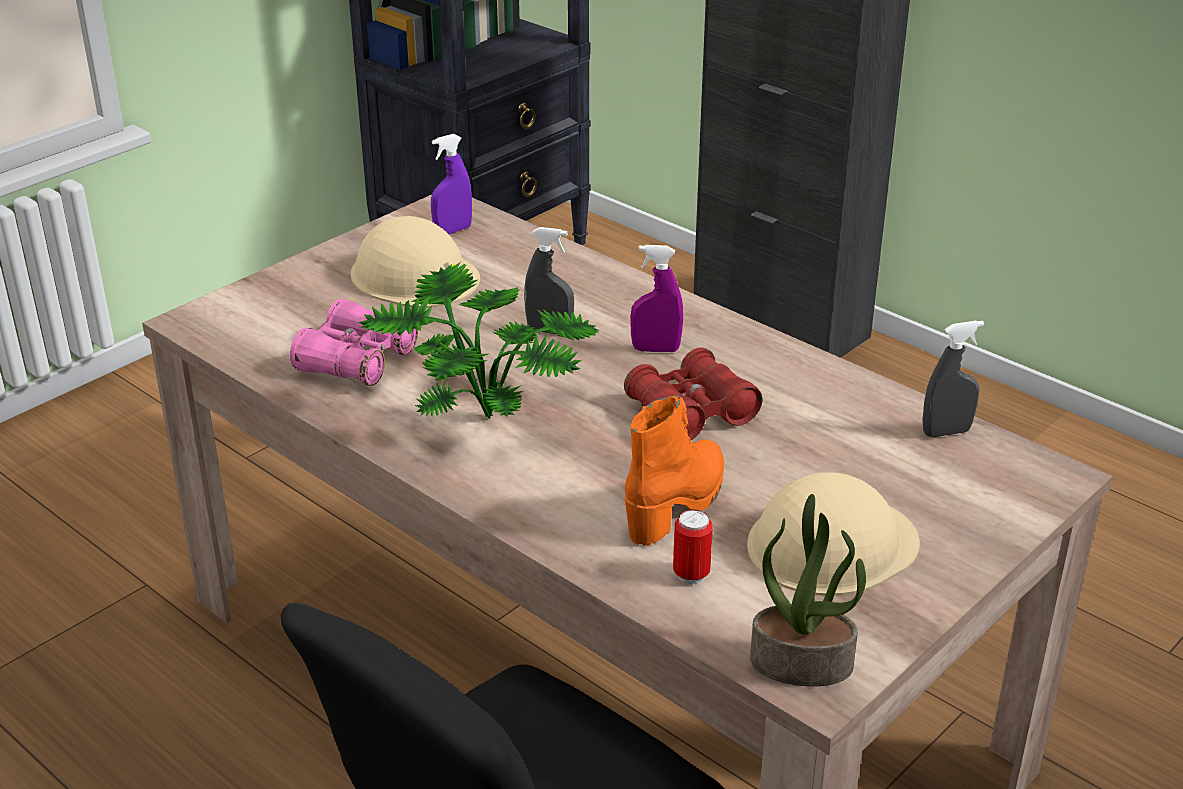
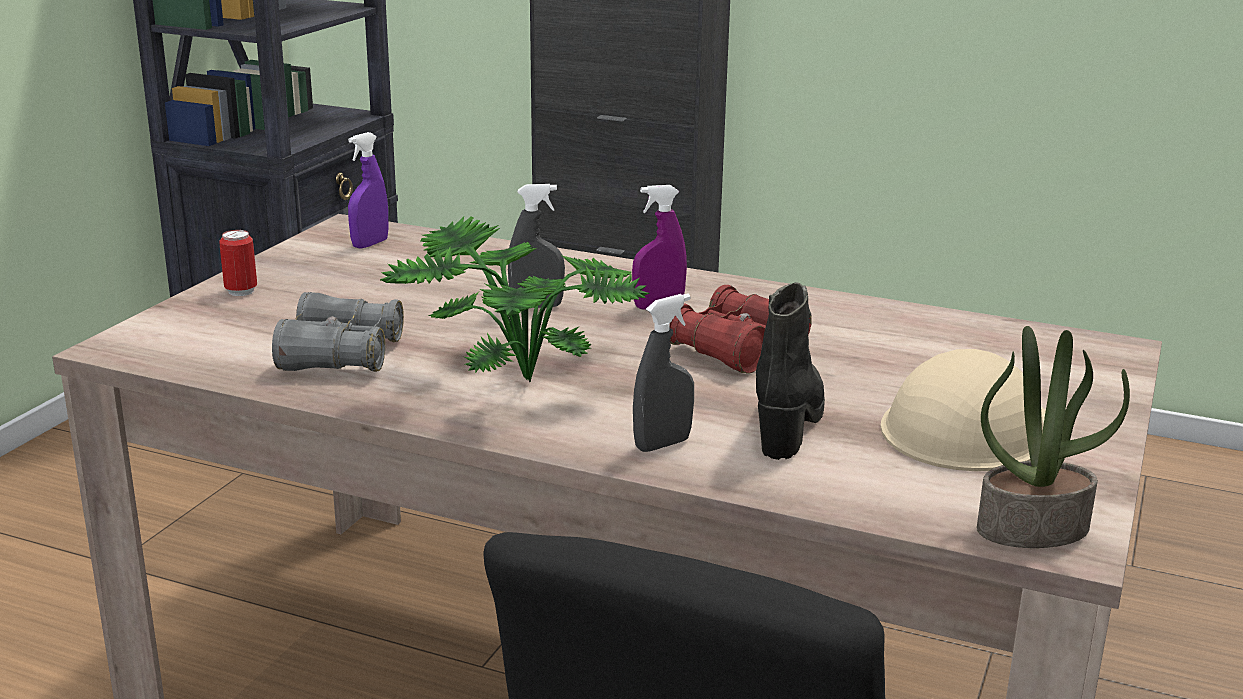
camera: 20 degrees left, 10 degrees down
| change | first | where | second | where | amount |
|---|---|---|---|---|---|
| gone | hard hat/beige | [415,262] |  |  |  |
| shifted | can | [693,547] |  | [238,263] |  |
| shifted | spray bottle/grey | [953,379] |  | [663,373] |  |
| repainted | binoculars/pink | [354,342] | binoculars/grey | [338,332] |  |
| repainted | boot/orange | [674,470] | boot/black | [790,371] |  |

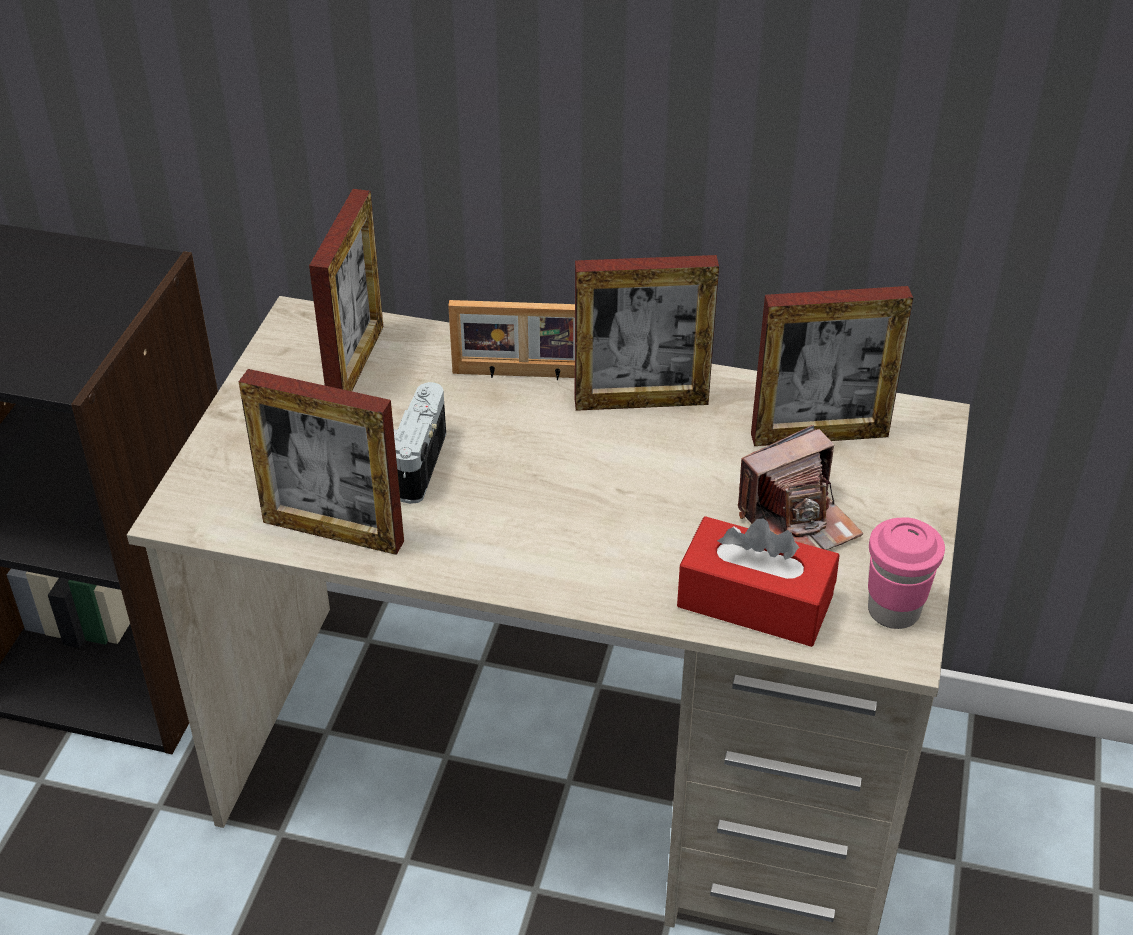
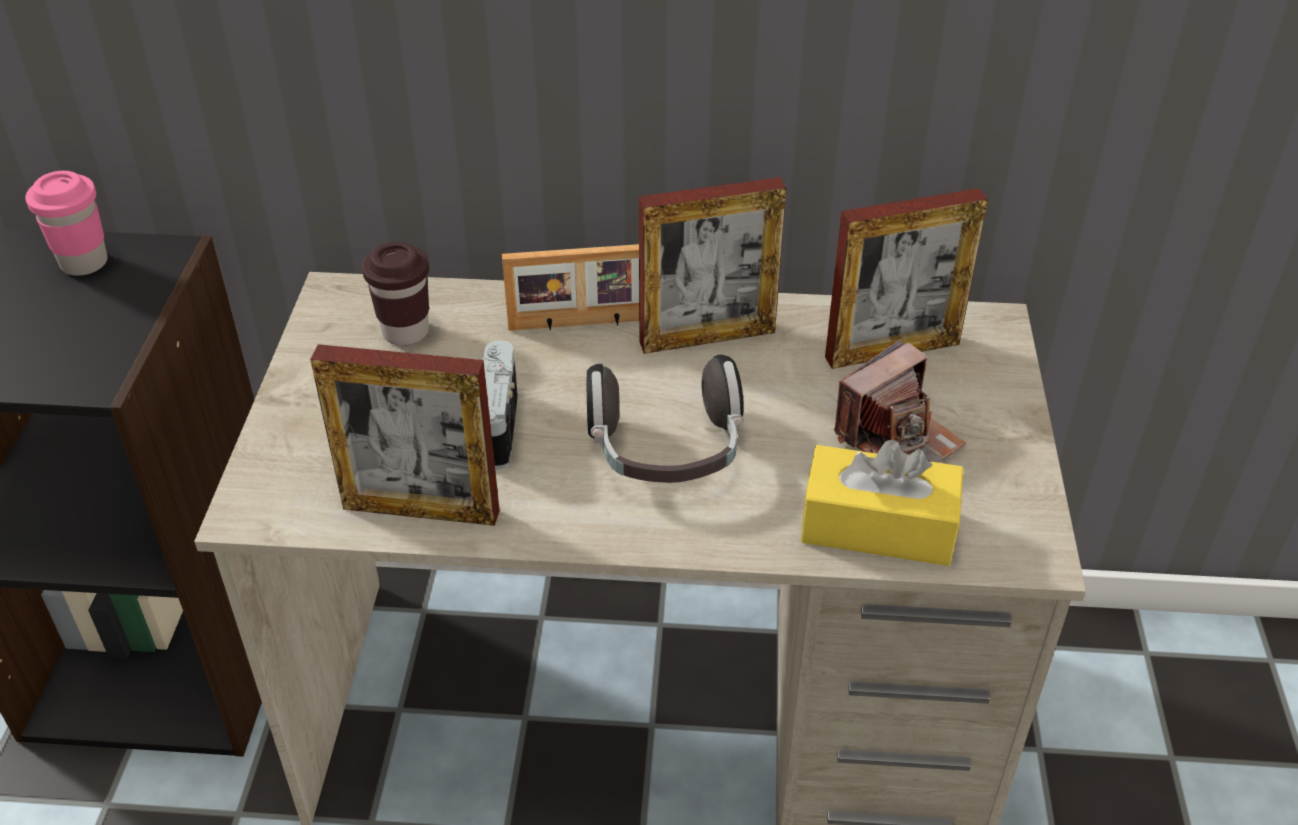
camera: 10 degrees left, 0 degrees up
| change | first | where | second | where | amount |
|---|---|---|---|---|---|
| new |  |  | headphones | [665,418] |  |
| shifted | cup/pink | [906,573] |  | [66,223] |  |
| swapped | picture frame | [346,290] | cup/brown | [395,294] |  |
| repainted | tissue box/red | [758,581] | tissue box/yellow | [882,503] |  |

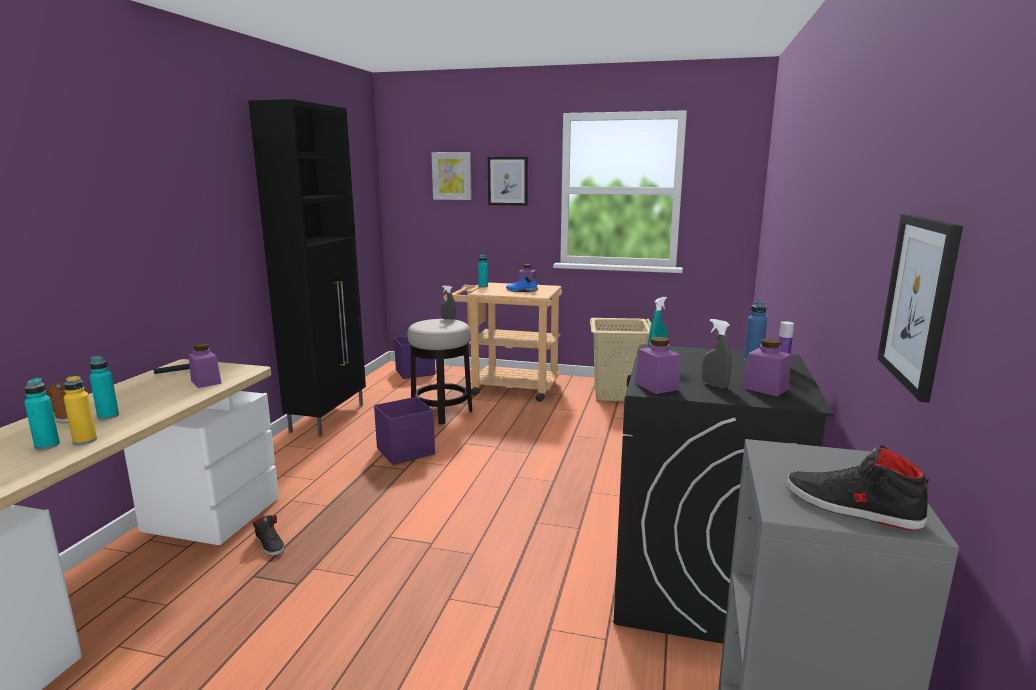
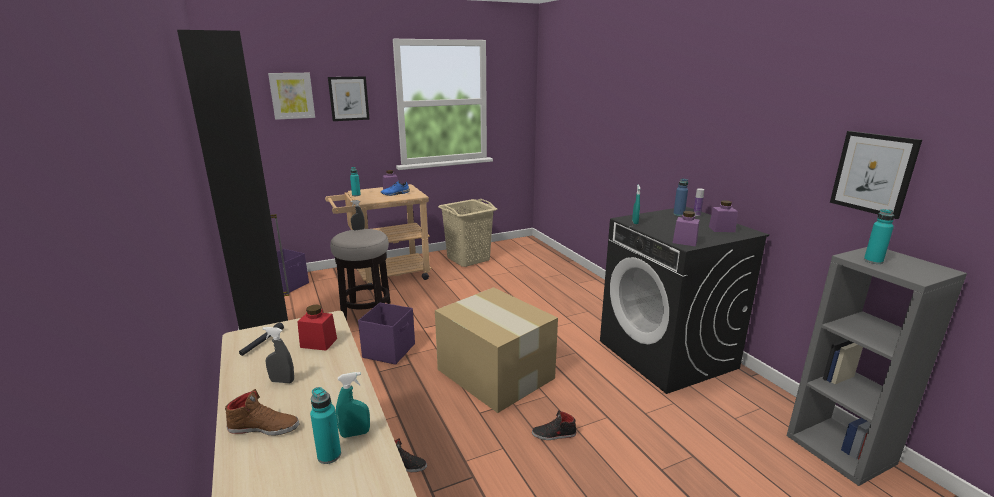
camera: 40 degrees left, 5 degrees up
| change | first | where | second | where | amount |
|---|---|---|---|---|---|
| new |  |  | cardboard box | [496,350] |  |
| shifted | bottle/turquoise | [104,388] |  | [879,236] |  |
| shifted | spray bottle/grey | [717,353] |  | [278,355] |  |
| shifted | shoe/black | [857,488] |  | [554,425] |  |
| swapped | bottle/yellow | [80,410] | spray bottle/turquoise | [353,405] |  |
| repainted | jar/purple | [205,365] | jar/red | [317,327] |  |

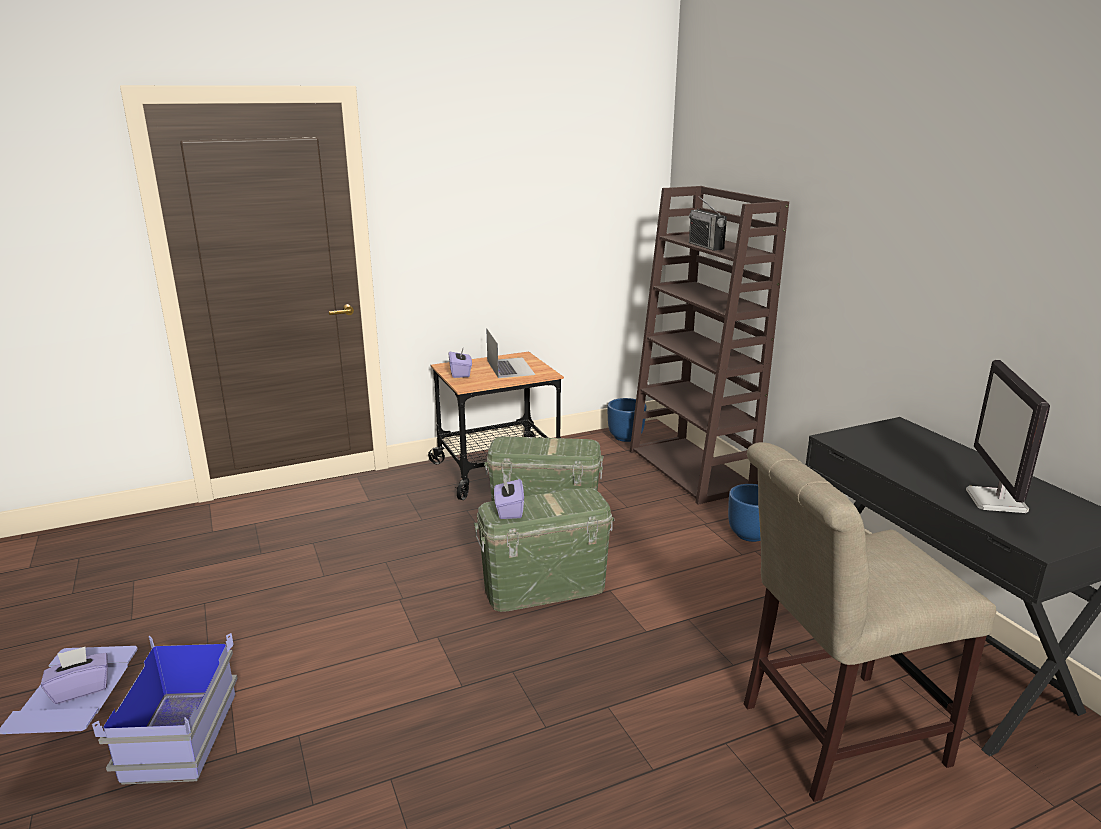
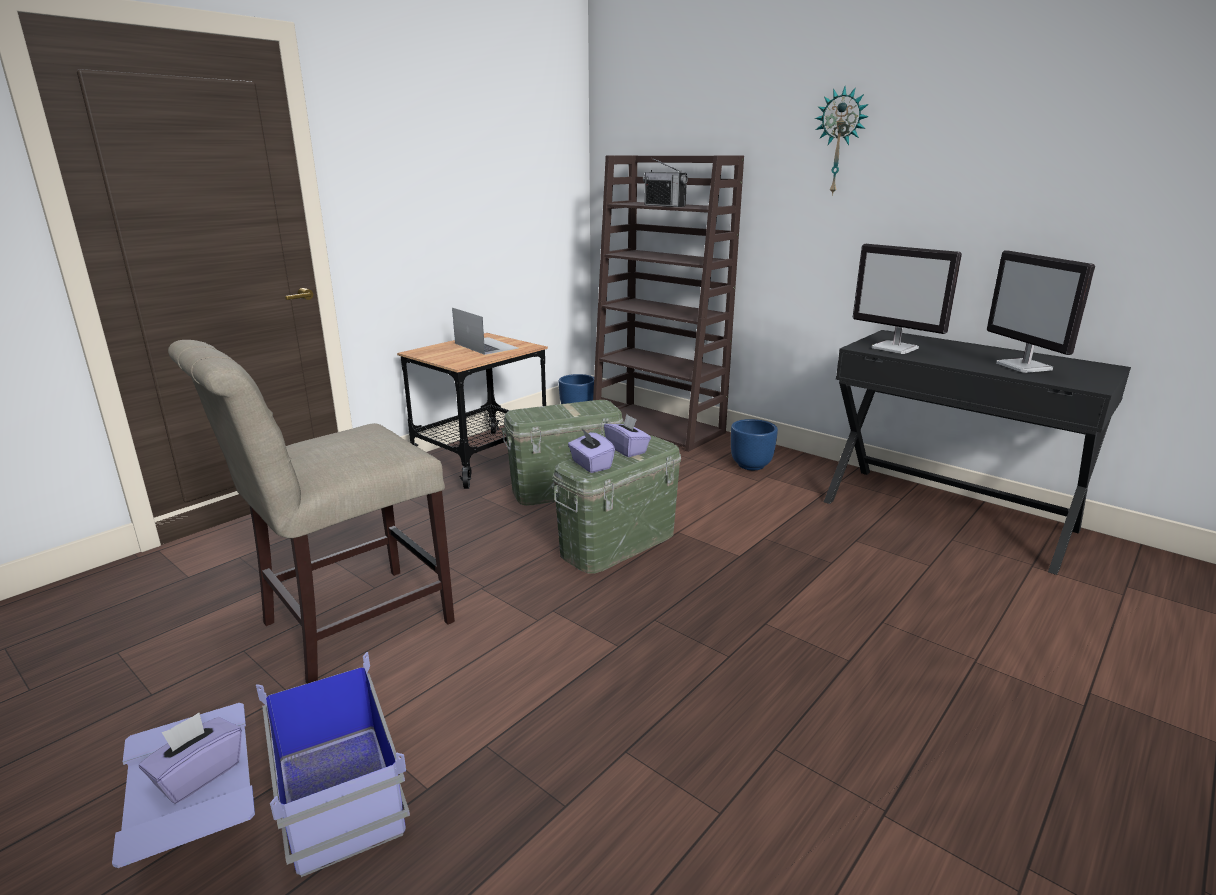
camera: 25 degrees left, 0 degrees up
| change | first | where | second | where | amount |
|---|---|---|---|---|---|
| new |  |  | wall clock | [842,141] |  |
| new |  |  | monitor | [907,299] |  |
| shifted | tissue box/purple | [460,363] |  | [627,435] |  |
| shifted | chair/beige | [870,622] |  | [311,512] |  |

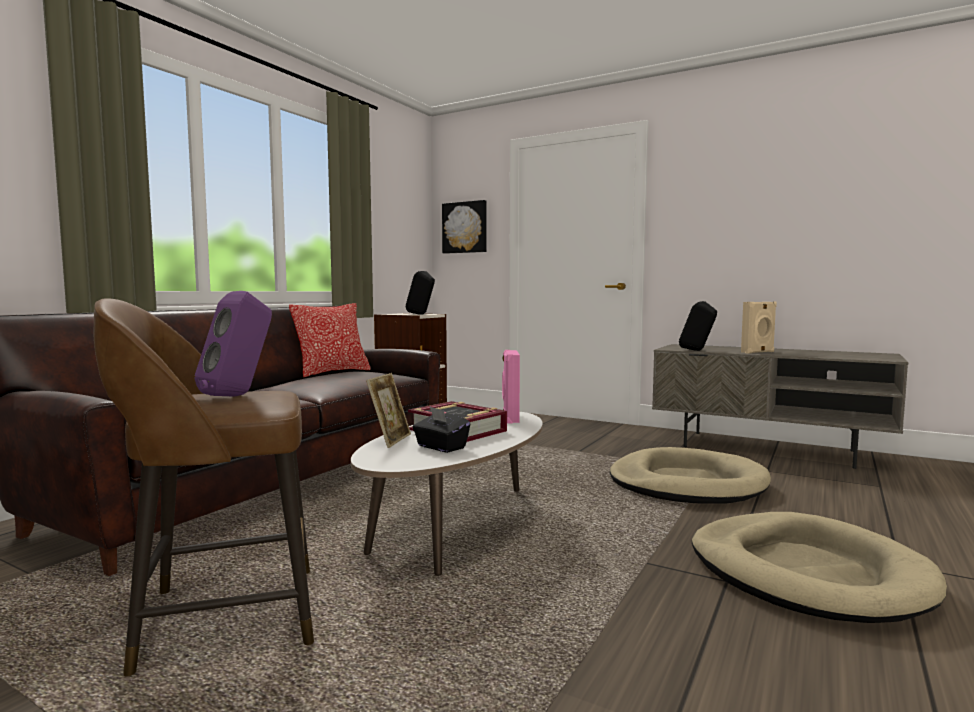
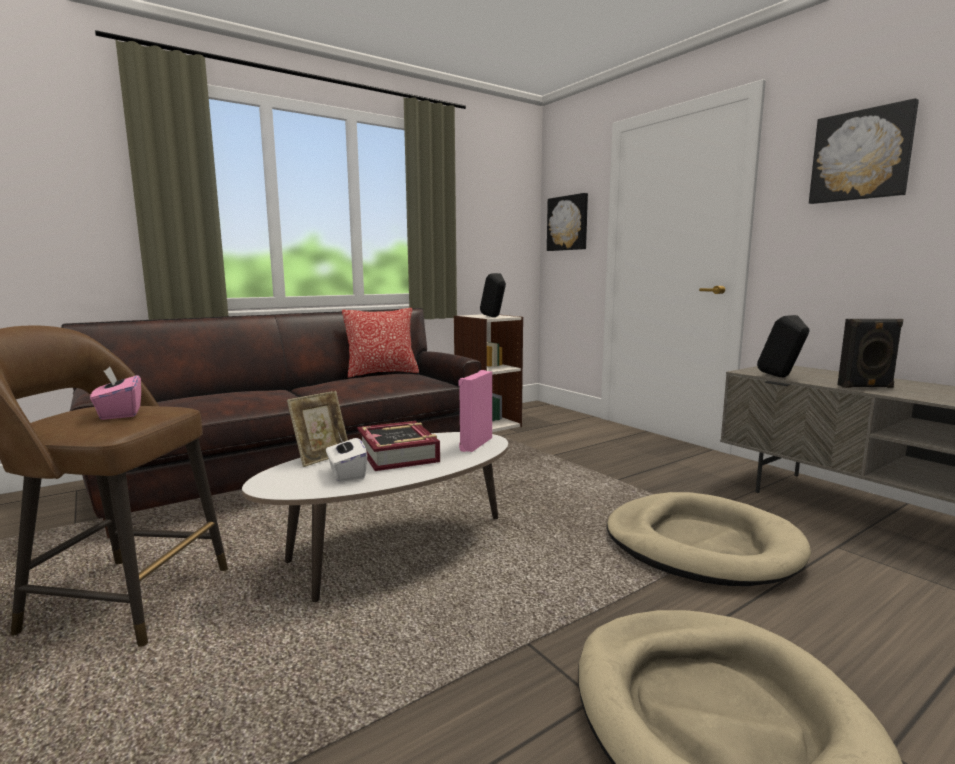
camera: 25 degrees right, 5 degrees up
| change | first | where | second | where | amount |
|---|---|---|---|---|---|
| new |  |  | picture | [864,151] |  |
| swapped | speaker/purple | [233,344] | tissue box/pink | [115,393] |  |
| repainted | tissue box/black | [441,429] | tissue box/white | [346,457] |  |
| repainted | speaker/beige | [759,327] | speaker/black | [870,353] |  |

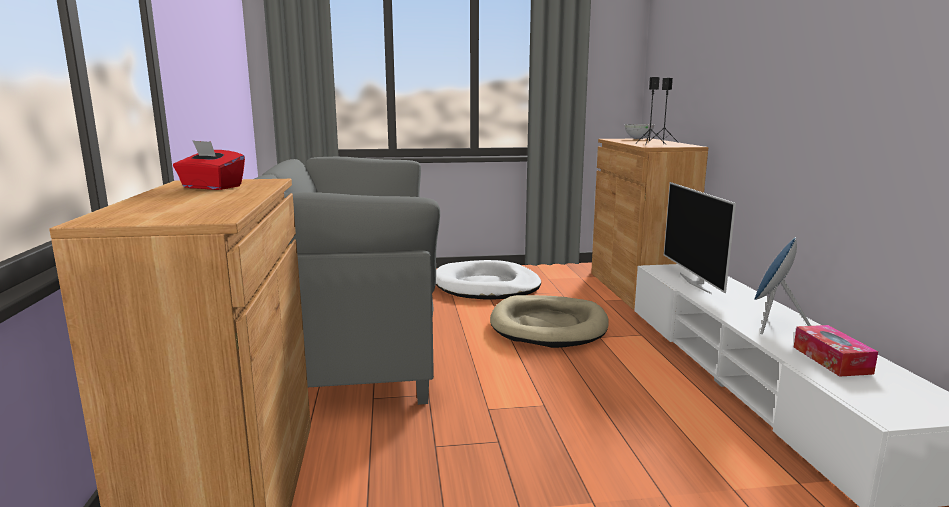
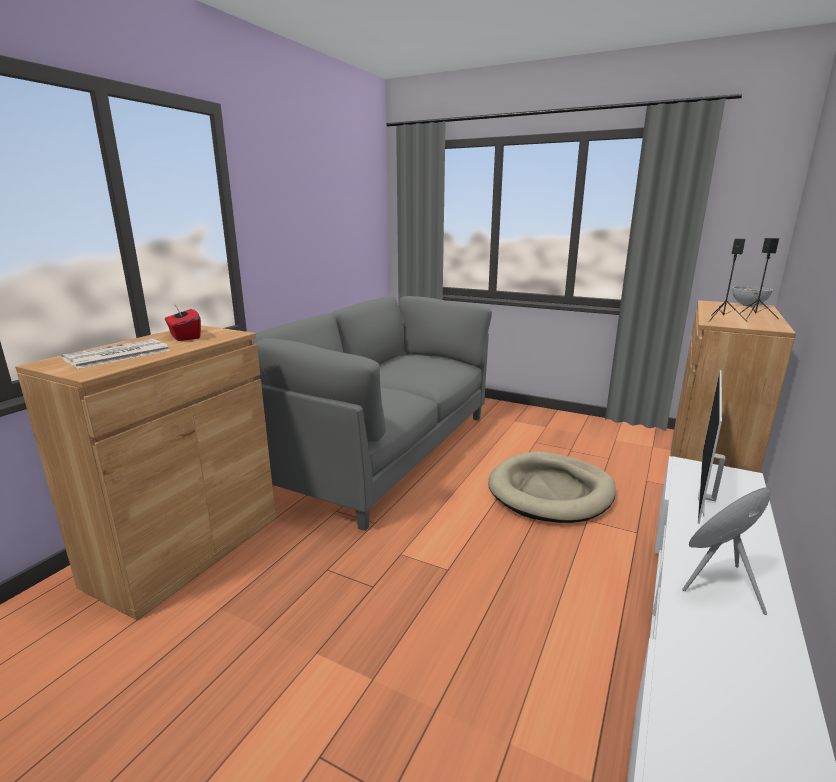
camera: 35 degrees right, 5 degrees up
| change | first | where | second | where | amount |
|---|---|---|---|---|---|
| gone | dog bed/white | [488,279] |  |  |  |
| gone | tissue box | [836,351] |  |  |  |
| new |  |  | newspaper | [116,354] |  |

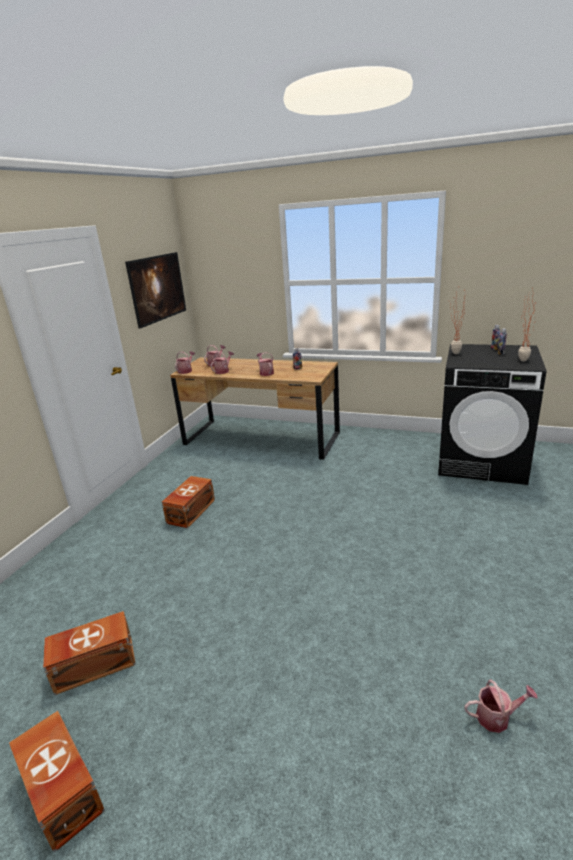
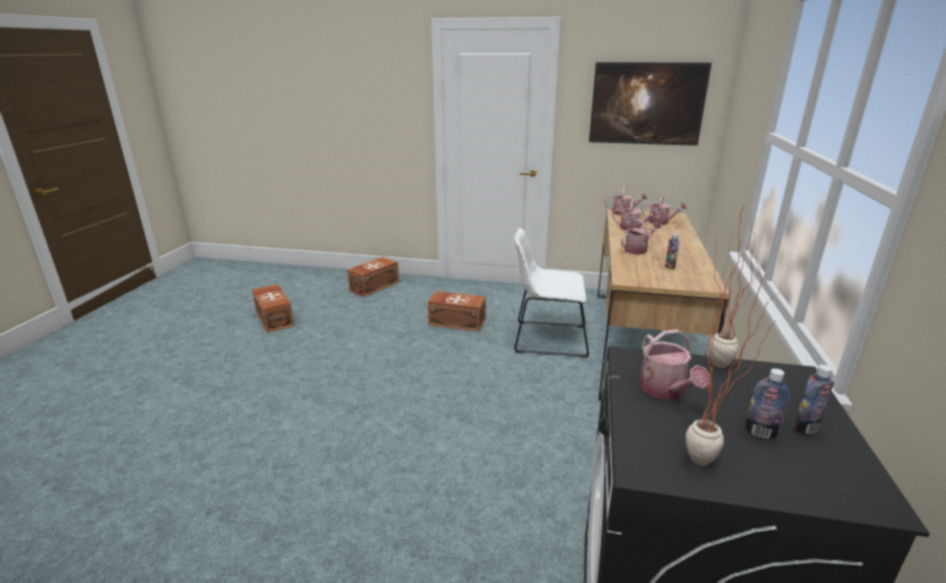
camera: 80 degrees right, 0 degrees up
| change | first | where | second | where | amount |
|---|---|---|---|---|---|
| new |  |  | chair/white | [551,293] |  |
| shifted | storage box/brown | [57,781] |  | [373,277] |  |
| shifted | watering can | [501,706] |  | [675,364] |  |

